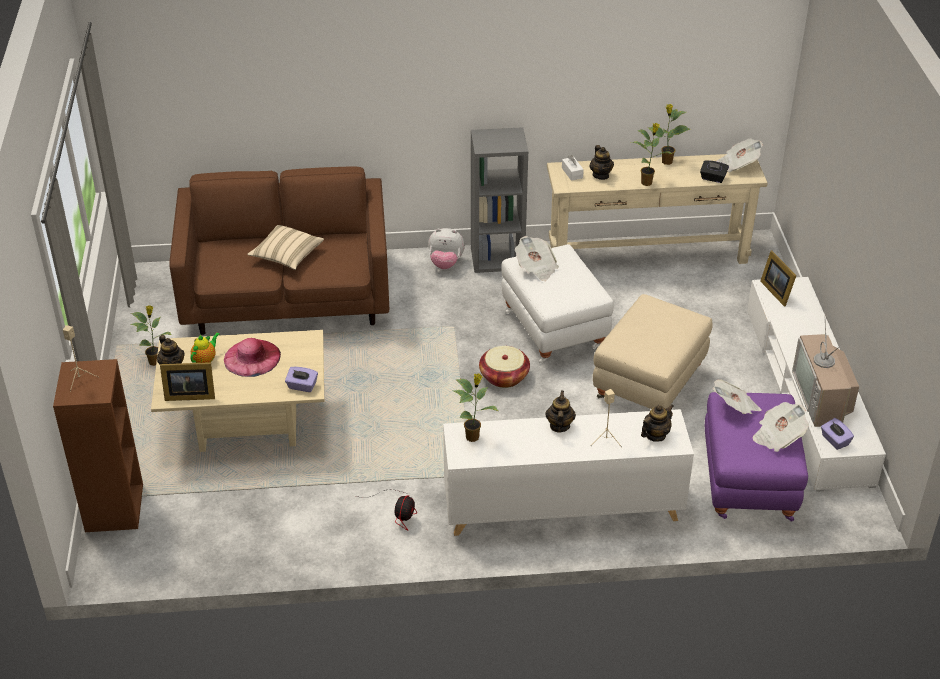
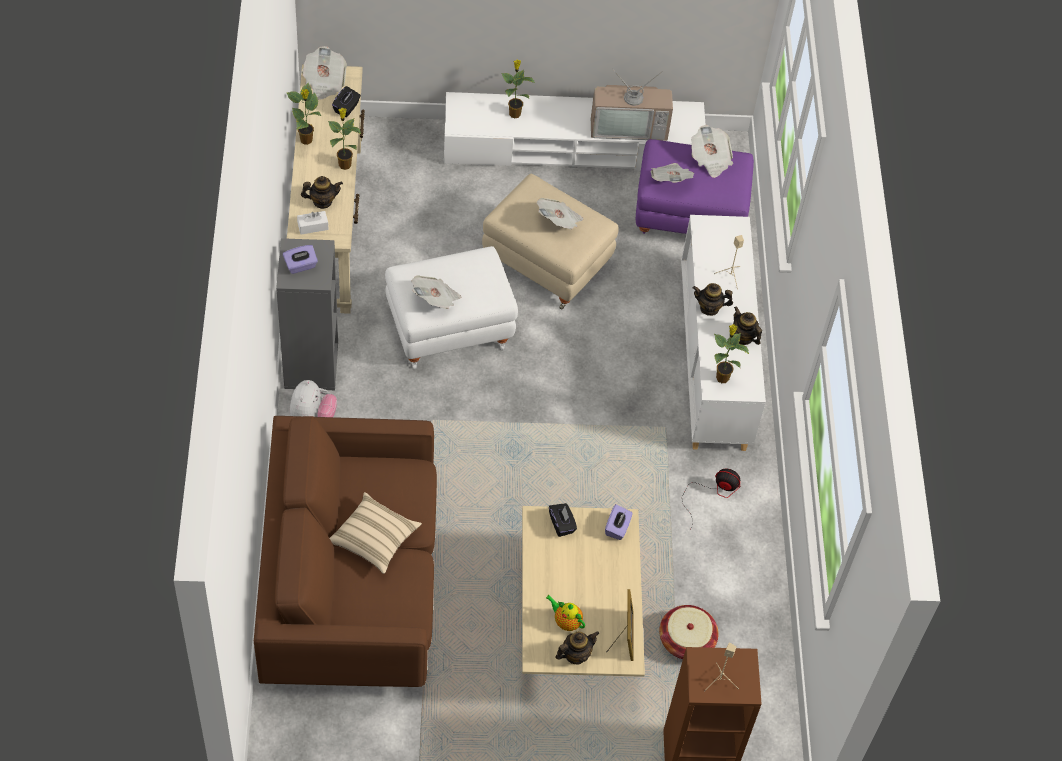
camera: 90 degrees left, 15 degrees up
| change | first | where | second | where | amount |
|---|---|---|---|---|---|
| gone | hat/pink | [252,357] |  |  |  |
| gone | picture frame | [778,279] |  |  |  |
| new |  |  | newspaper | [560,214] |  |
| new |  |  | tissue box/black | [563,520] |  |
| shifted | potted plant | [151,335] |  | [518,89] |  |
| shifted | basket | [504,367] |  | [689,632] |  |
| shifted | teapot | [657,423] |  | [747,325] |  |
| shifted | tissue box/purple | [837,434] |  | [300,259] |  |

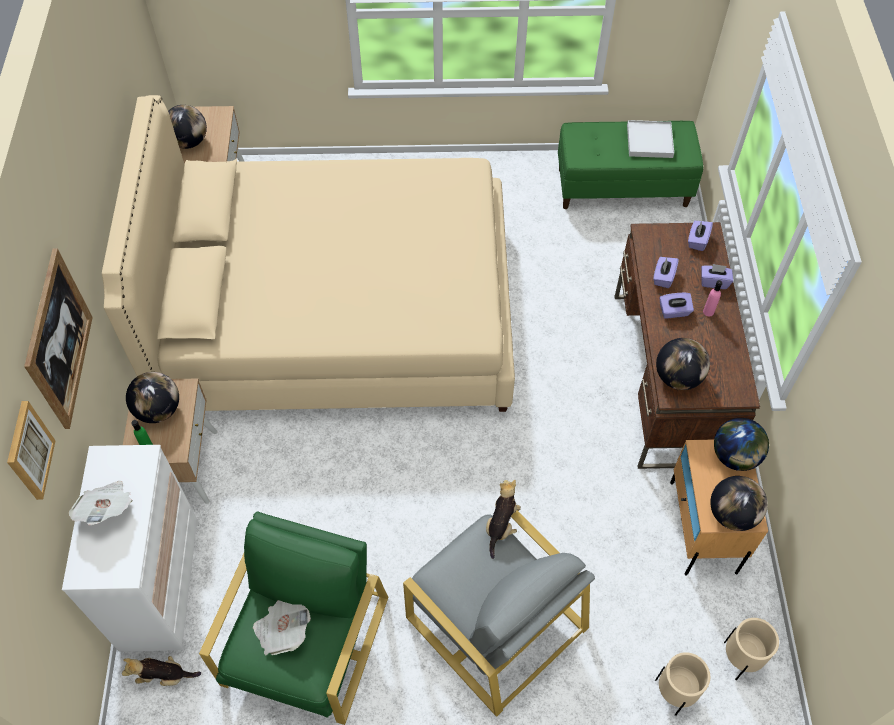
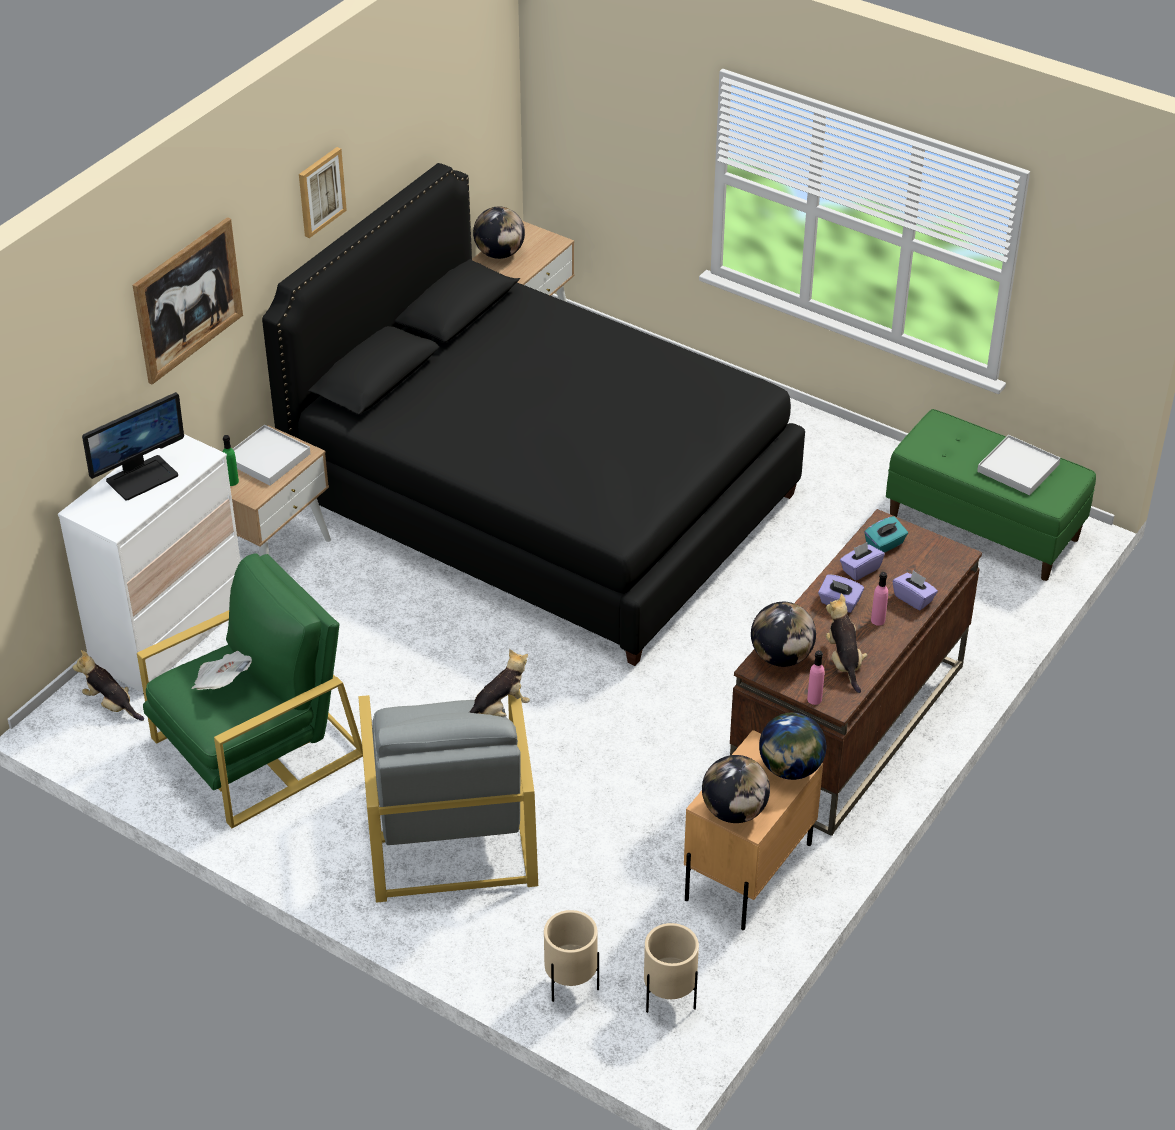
camera: 35 degrees right, 15 degrees down
| change | first | where | second | where | amount |
|---|---|---|---|---|---|
| gone | tissue box/purple | [700,236] |  |  |  |
| new |  |  | bottle/pink | [816,677] |  |
| new |  |  | plush toy | [846,643] |  |
| new |  |  | tissue box/turquoise | [886,534] |  |
| shifted | picture | [31,450] |  | [323,192] |  |
| swapped | newspaper | [100,503] | monitor | [133,446] |  |
| swapped | globe | [152,397] | tray/white | [271,455] |  |
| repainted | bed/beige | [308,253] | bed/black | [533,414] |  |

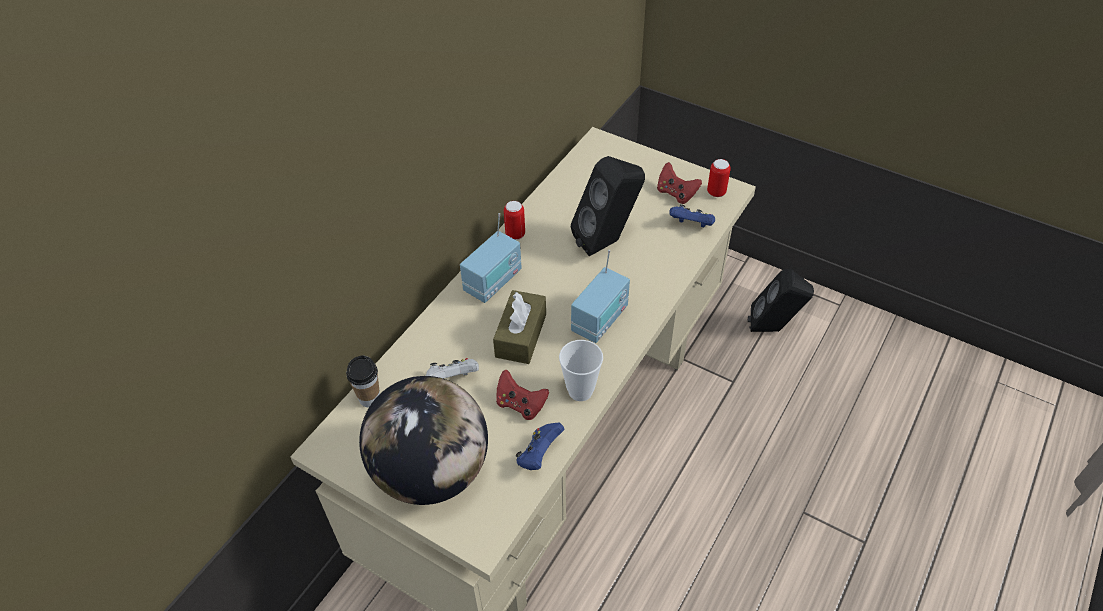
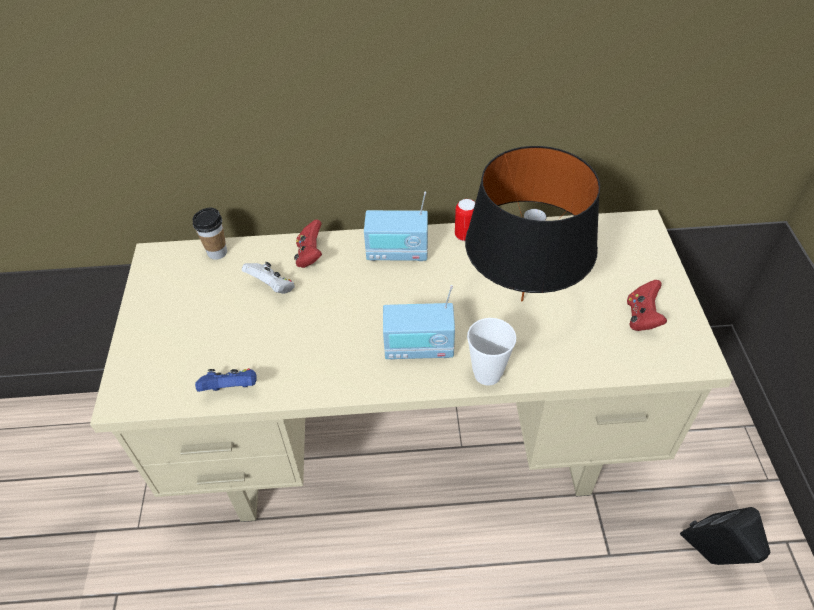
camera: 55 degrees right, 0 degrees up
| change | first | where | second | where | amount |
|---|---|---|---|---|---|
| gone | globe | [423,440] |  |  |  |
| gone | tissue box/brown | [519,327] |  |  |  |
| gone | game controller/blue | [692,216] |  |  |  |
| gone | can | [719,178] |  |  |  |
| shifted | game controller/red | [522,395] |  | [308,244] |  |
| shifted | cup | [581,370] |  | [491,352] |  |
| swapped | speaker/black | [608,206] | table lamp/black | [532,224] |  |

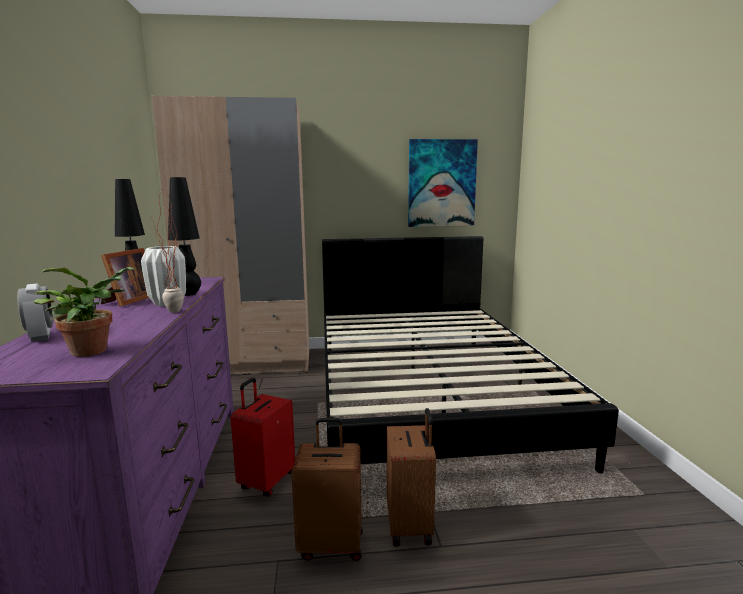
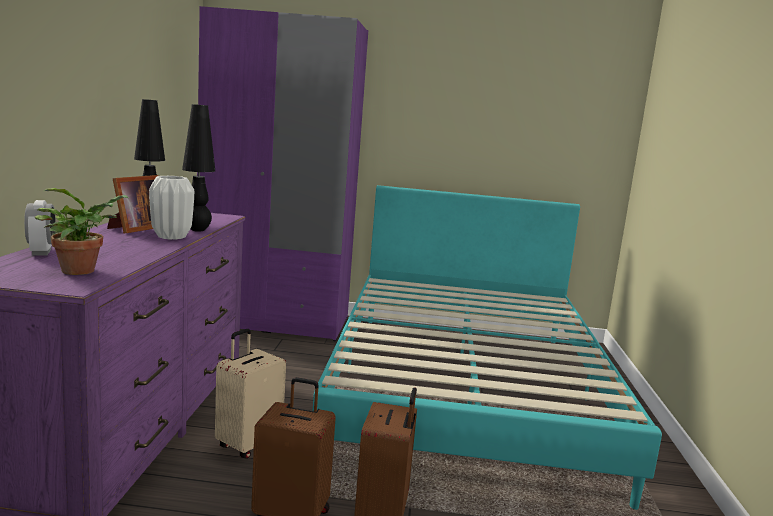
camera: 10 degrees right, 0 degrees up
| change | first | where | second | where | amount |
|---|---|---|---|---|---|
| gone | potted plant | [166,250] |  |  |  |
| gone | picture | [443,183] |  |  |  |
| repainted | wardrobe/beige | [231,235] | wardrobe/purple | [282,173] |  |
| repainted | suitcase/red | [263,437] | suitcase/beige | [250,394] |  |
| repainted | bed/black | [470,355] | bed/turquoise | [487,347] |  |

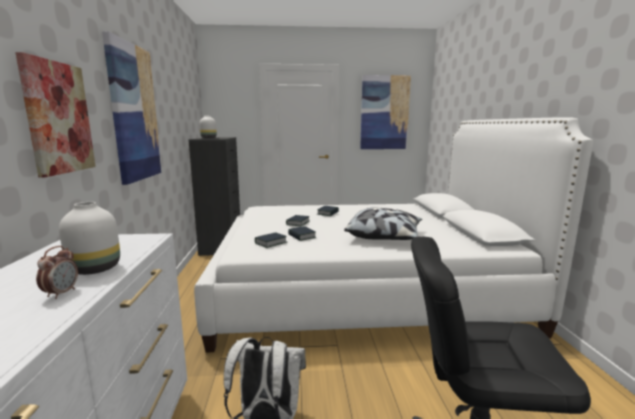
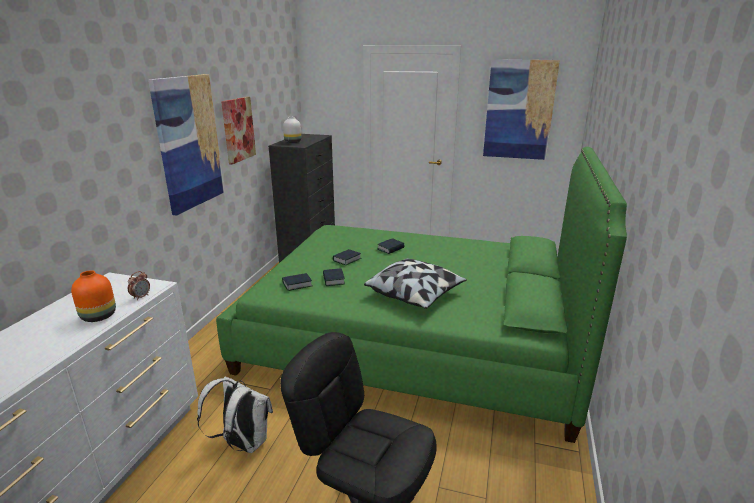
camera: 20 degrees right, 10 degrees up
| change | first | where | second | where | amount |
|---|---|---|---|---|---|
| shifted | picture | [55,115] |  | [238,131] |  |
| shifted | alarm clock | [57,272] |  | [139,286] |  |
| repainted | vase/white | [89,238] | vase/orange | [93,296] |  |
| repainted | bed/white | [393,235] | bed/green | [421,295] |  |

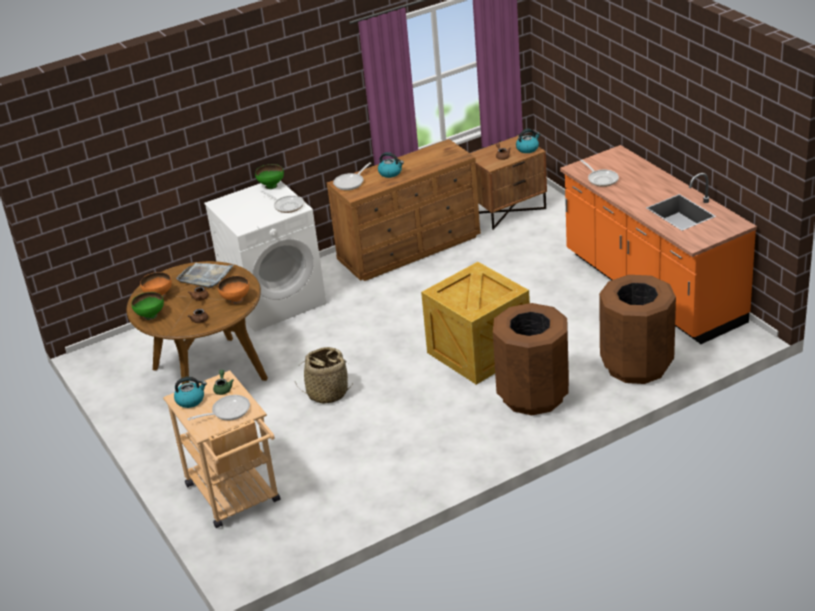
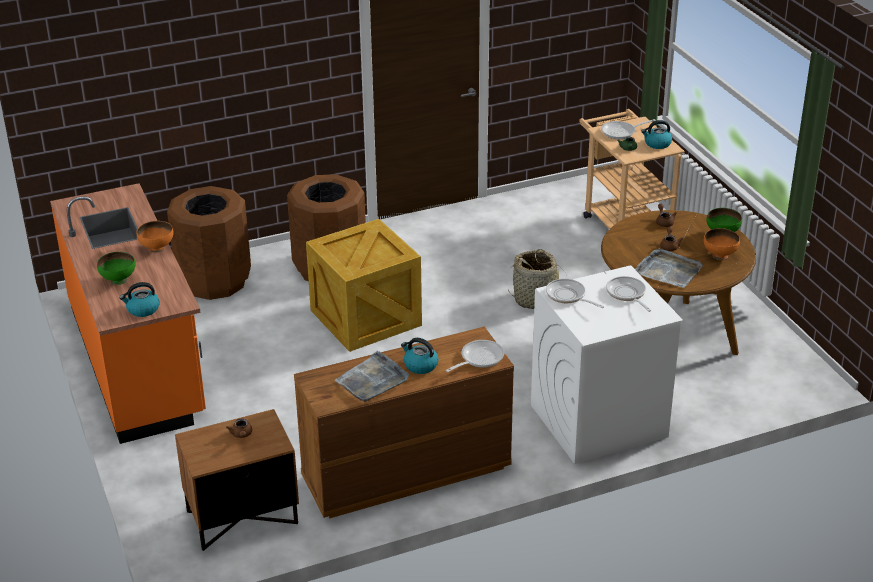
camera: 175 degrees left, 0 degrees up
| change | first | where | second | where | amount |
|---|---|---|---|---|---|
| new |  |  | tray/grey | [372,376] |  |
| shifted | bowl/orange | [233,290] |  | [155,237] |  |
| shifted | bowl/green | [269,176] |  | [116,268] |  |
| shifted | kettle | [528,141] |  | [140,299] |  |
| shifted | frying pan | [600,173] |  | [628,294] |  |

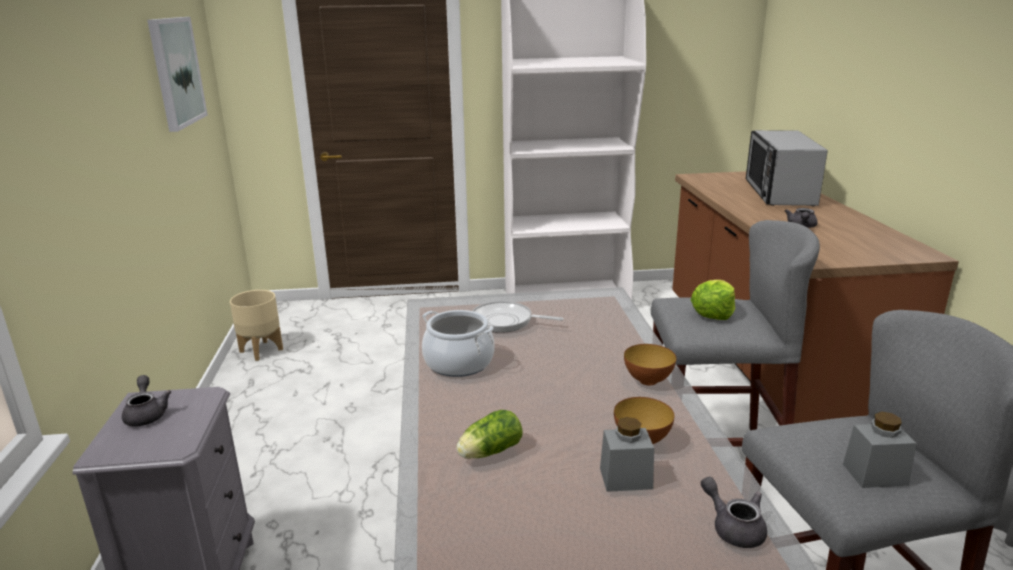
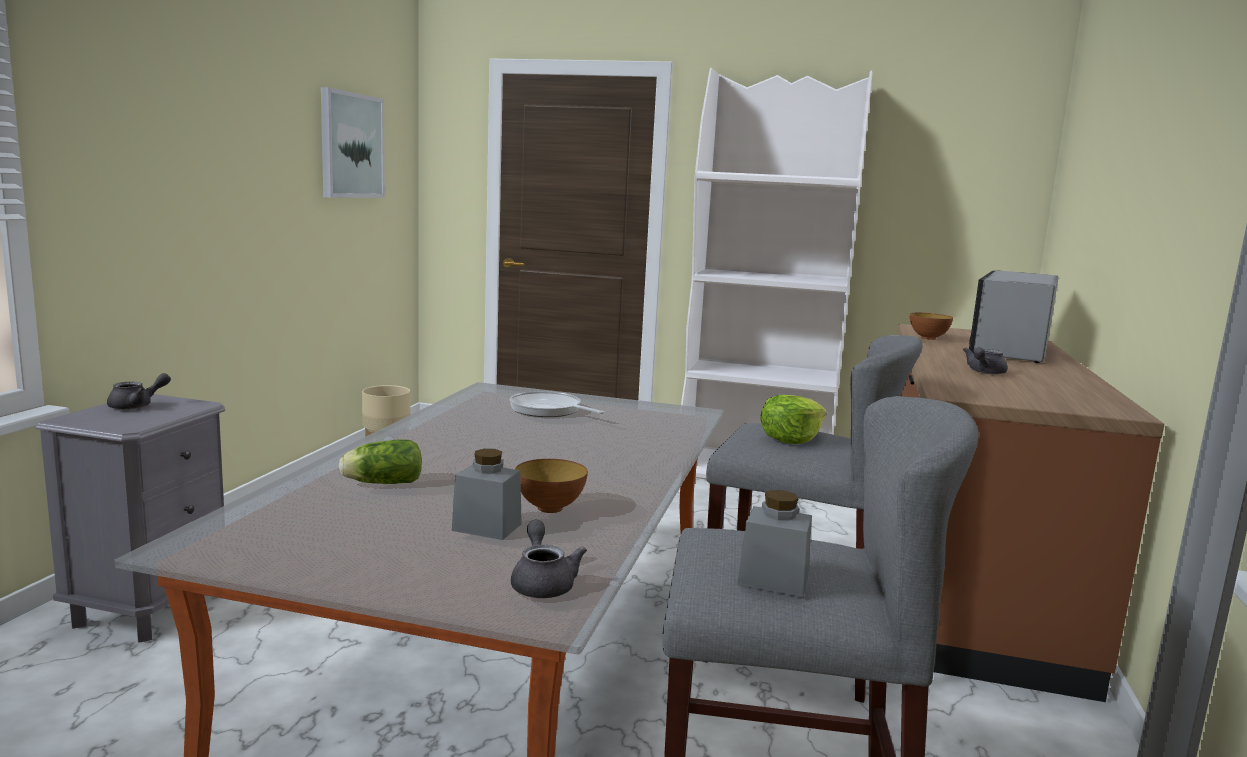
camera: 20 degrees right, 10 degrees down
| change | first | where | second | where | amount |
|---|---|---|---|---|---|
| gone | cooking pot | [458,343] |  |  |  |
| shifted | bowl | [650,365] |  | [931,326] |  |
| rotated | teapot/grey | [146,400] |  | [139,391] | 45 degrees clockwise |

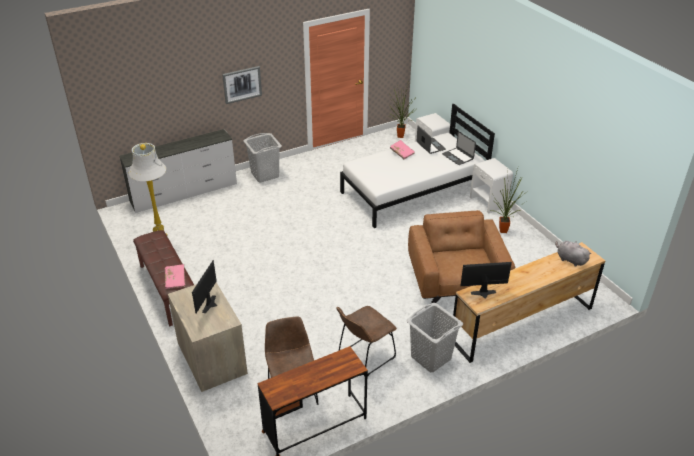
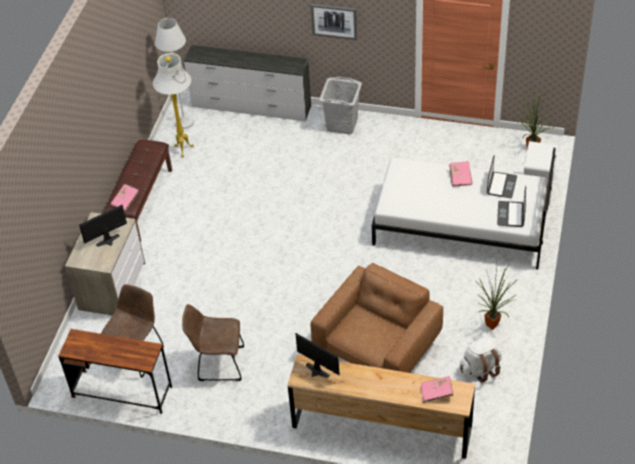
camera: 45 degrees right, 10 degrees up
| change | first | where | second | where | amount |
|---|---|---|---|---|---|
| gone | laundry basket/grey | [434,337] |  |  |  |
| gone | nightstand/white | [491,186] |  |  |  |
| new |  |  | floor lamp/white | [174,73] |  |
| new |  |  | backpack/white | [480,360] |  |
| swapped | plush toy/grey | [573,254] | book/pink | [437,389] |  |

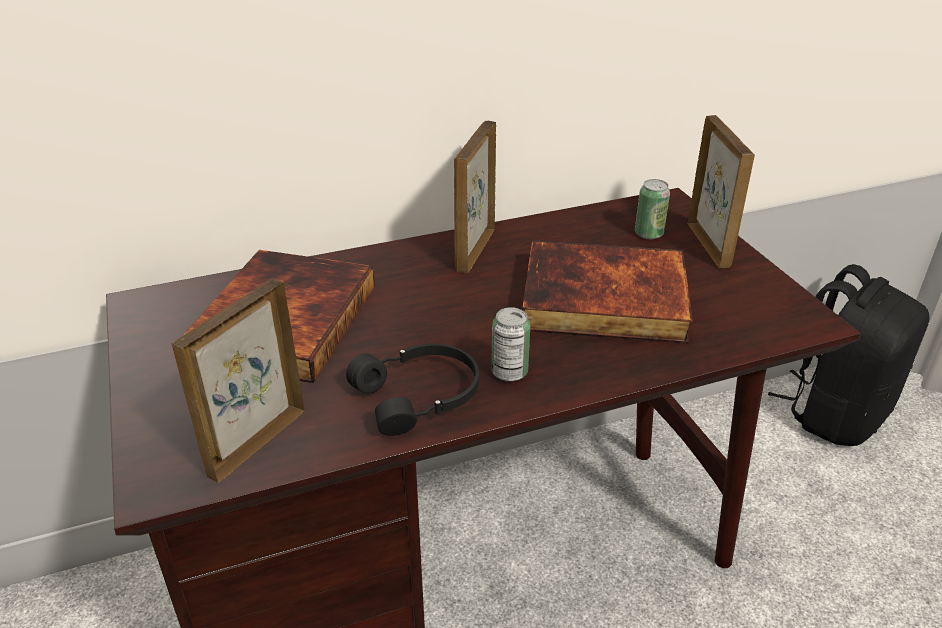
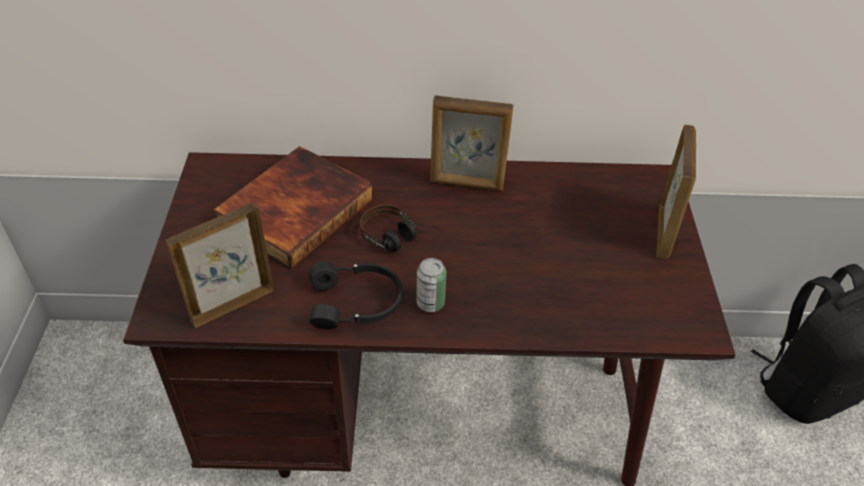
camera: 20 degrees right, 10 degrees up
| change | first | where | second | where | amount |
|---|---|---|---|---|---|
| gone | book | [607,292] |  |  |  |
| gone | can | [652,209] |  |  |  |
| new |  |  | headphones | [402,228] |  |
| rotated | picture frame | [475,197] |  | [471,143] | 120 degrees counterclockwise |

